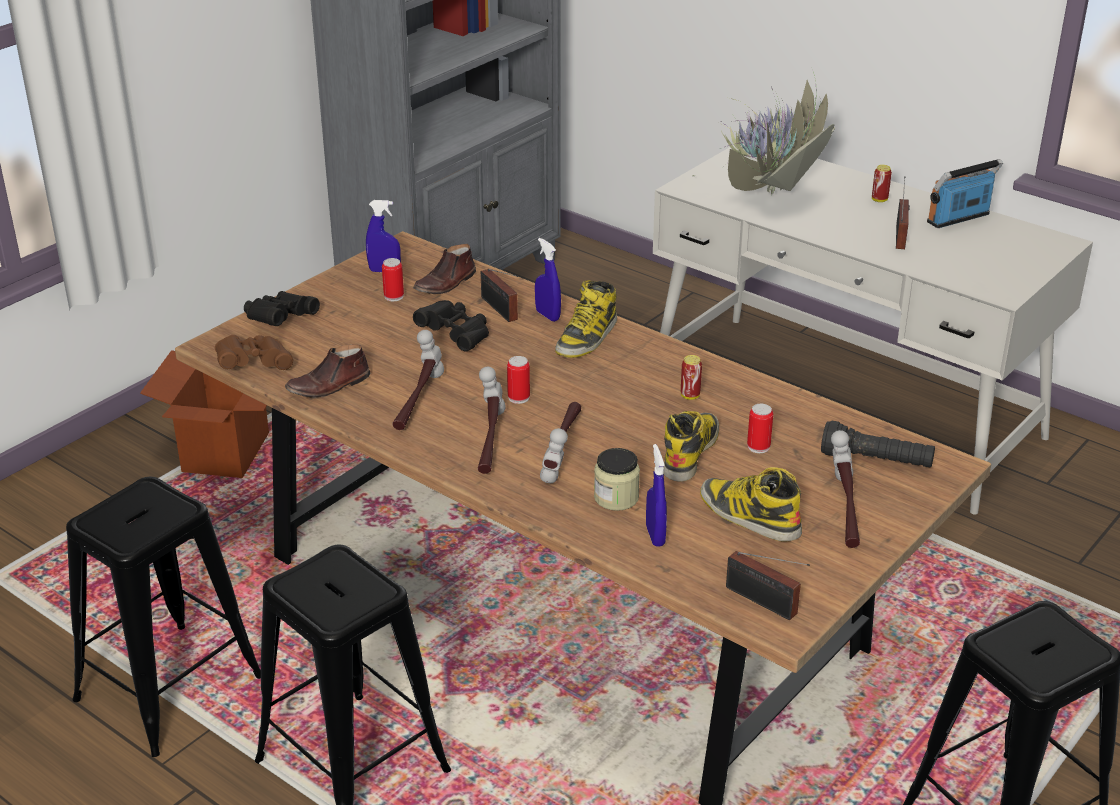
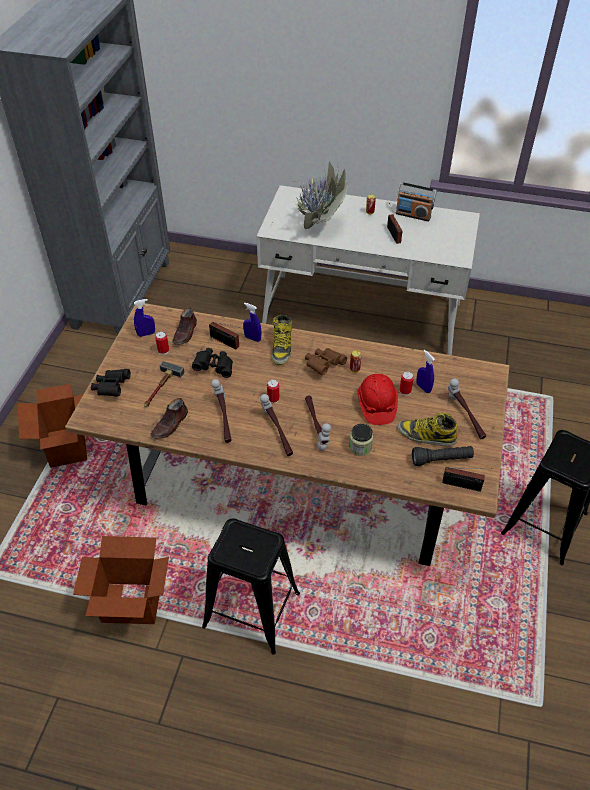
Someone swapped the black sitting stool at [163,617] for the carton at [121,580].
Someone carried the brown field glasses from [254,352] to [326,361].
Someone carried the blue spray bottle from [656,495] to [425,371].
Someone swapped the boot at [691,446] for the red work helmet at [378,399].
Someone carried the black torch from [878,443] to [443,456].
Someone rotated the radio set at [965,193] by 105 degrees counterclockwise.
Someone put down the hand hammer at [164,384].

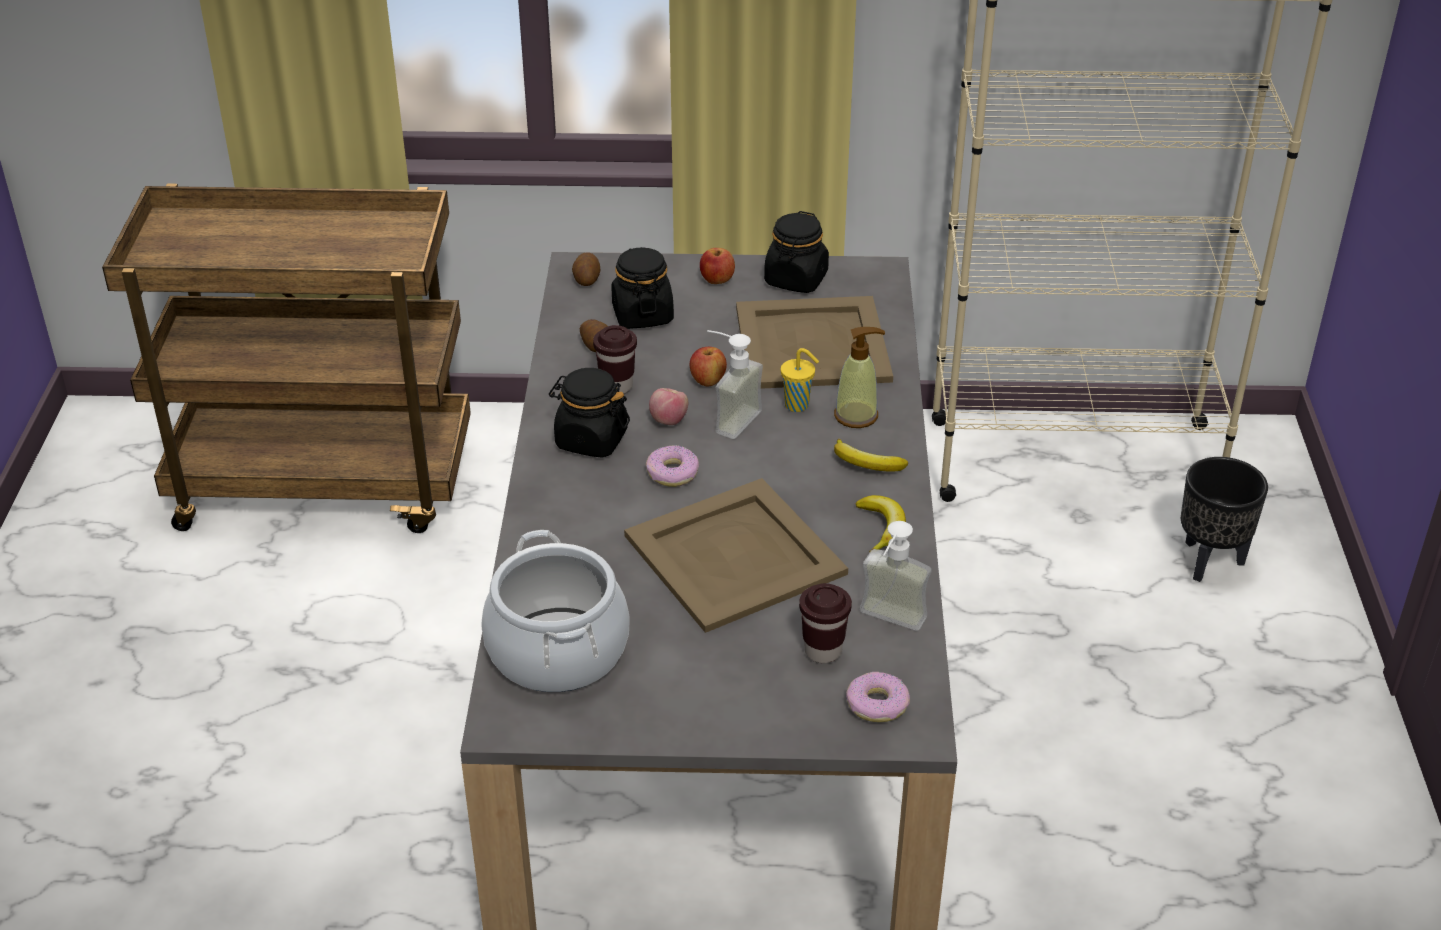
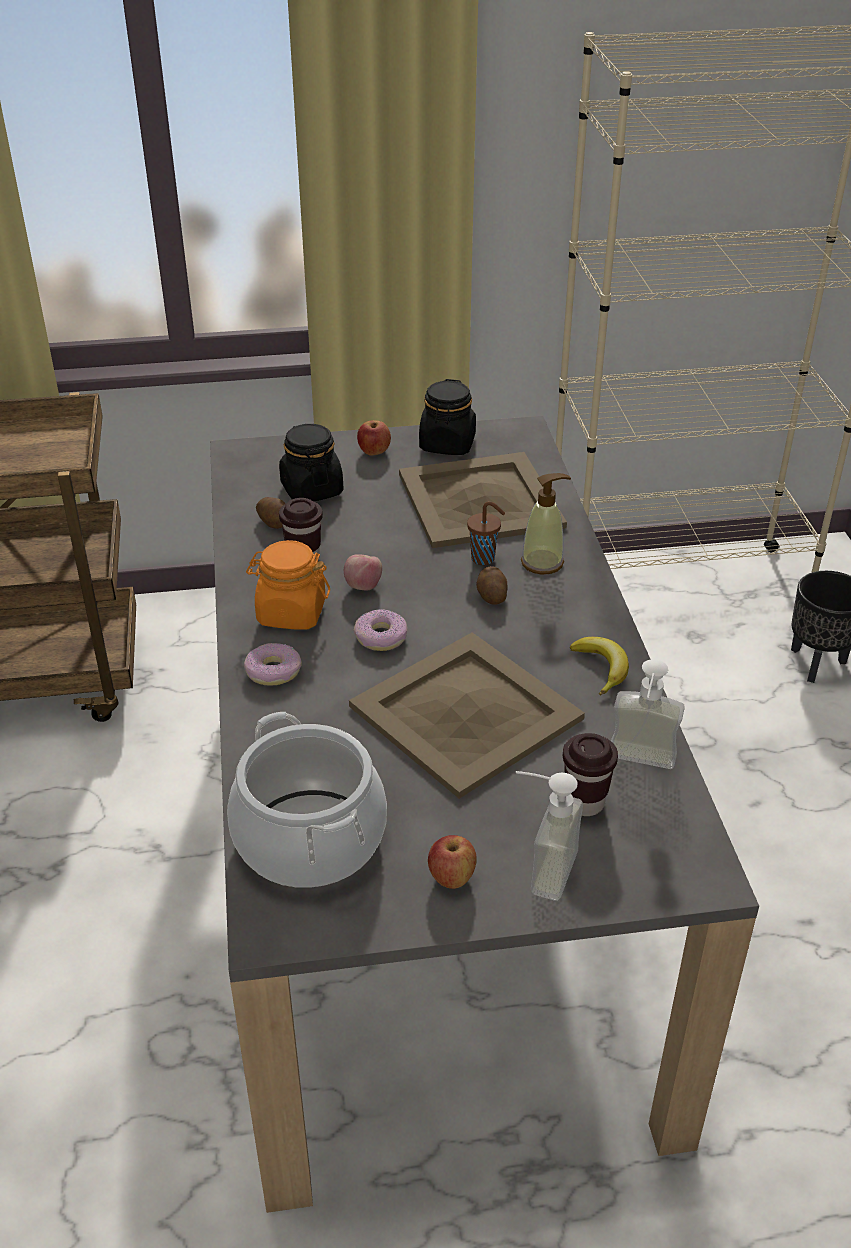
Someone repainted the black jar at [589,413], which became the orange jar at [288,585].
Someone carried the whole potato from [586,269] to [491,585].
Someone carried the whole apple from [708,366] to [452,862].
Someone carried the soap bottle from [735,384] to [549,836].
Someone repainted the yellow cup at [800,380], which became the brown cup at [486,533].
Someone took away the banana at [871,455].
Someone carried the ring doughnut from [878,697] to [273,664].

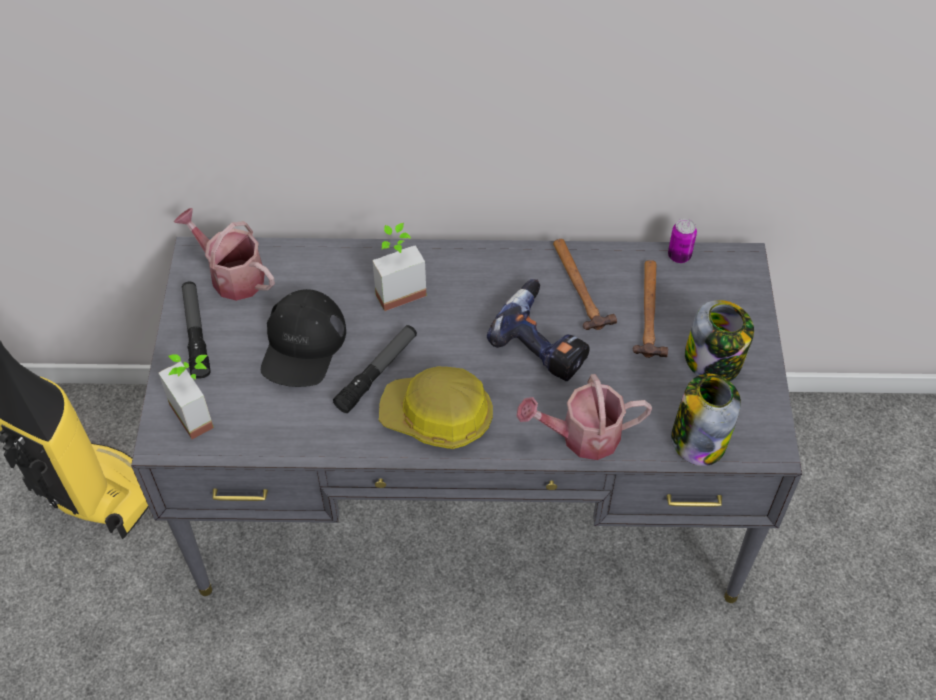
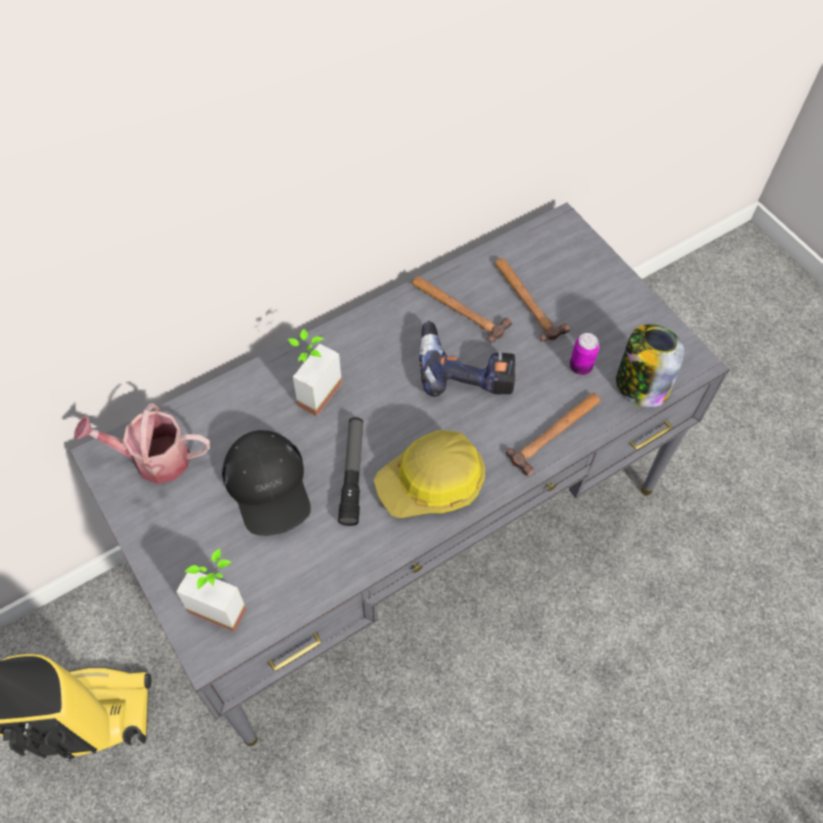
Someone took away the torch at [196,330].
Someone swapped the watering can at [584,417] for the hand hammer at [553,434].
Someone carried the sealed can from [682,241] to [585,354].
Someone took away the jar at [719,340].

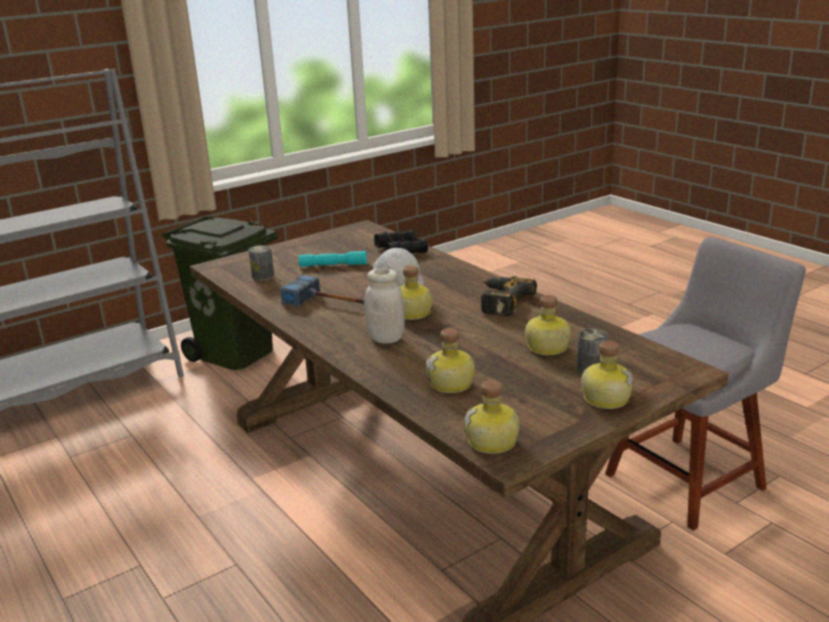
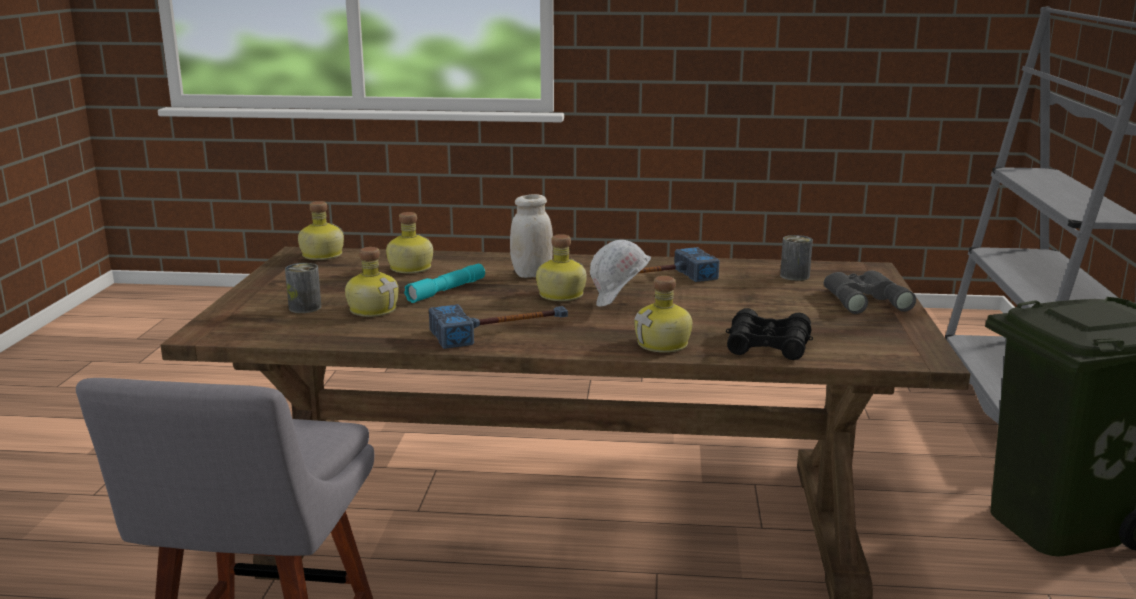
Someone carried the turquoise torch from [333,258] to [444,283].
Someone swapped the drill at [509,296] for the hand hammer at [498,326].
Someone carried the drink bottle from [607,375] to [663,314].
Someone put down the greyish field glasses at [870,292].

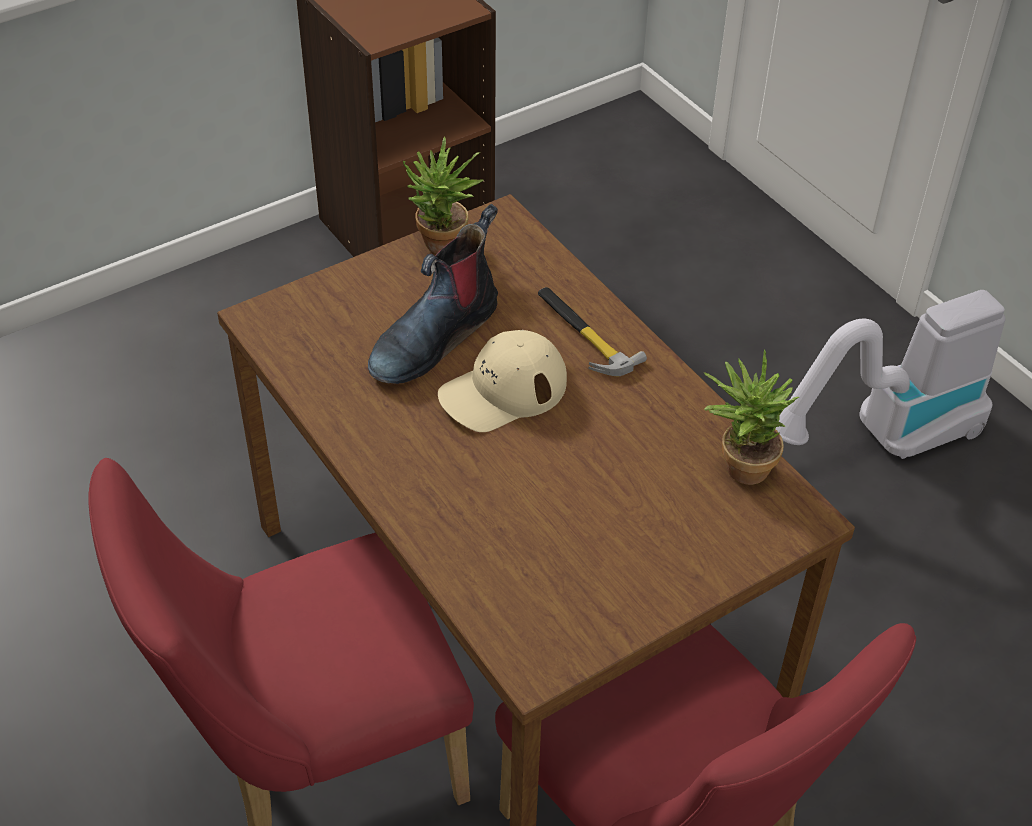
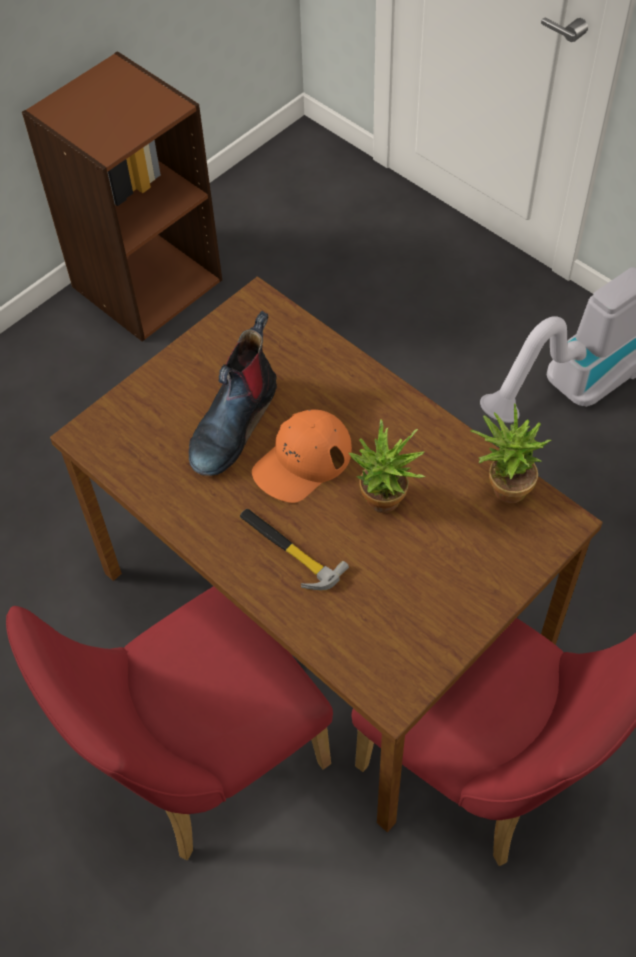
Someone carried the plant in a pot from [443,195] to [387,466].
Someone repainted the beige-coloured cap at [502,381], which became the orange cap at [302,456].
Someone carried the hand hammer from [592,331] to [294,550].

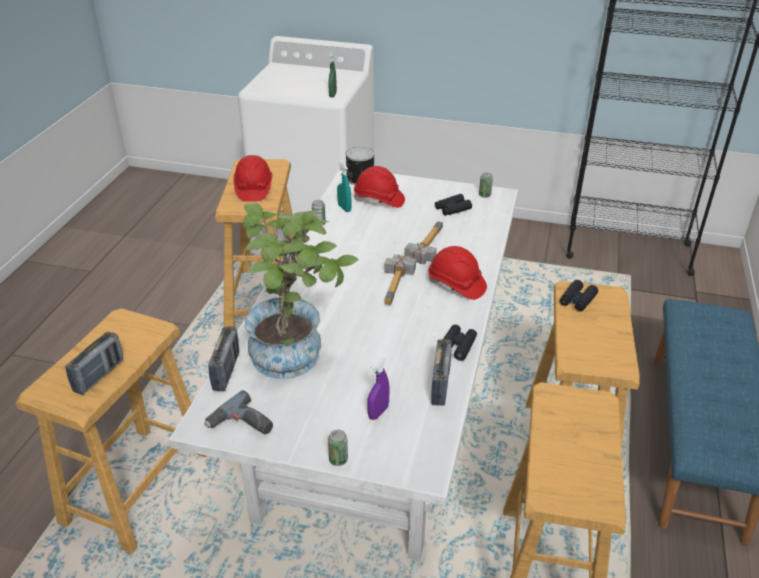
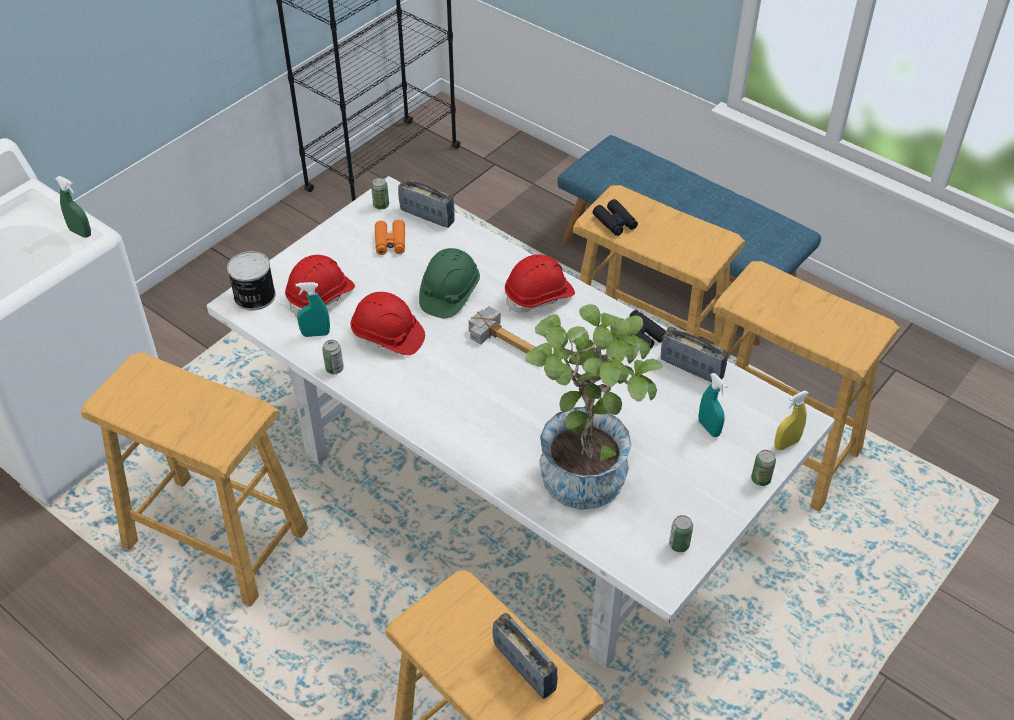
Someone swapped the drill at [239,412] for the sealed can at [681,533].
Someone carried the radio set from [223,358] to [426,203].
Someone carried the red work helmet from [252,178] to [388,323].
Someone repainted the purple spray bottle at [378,388], which became the turquoise spray bottle at [712,405].
Someone swapped the hand hammer at [423,243] for the green-coloured work helmet at [449,283].
Someone repainted the black field glasses at [453,205], which became the orange field glasses at [390,237].
Someone put down the yellow spray bottle at [791,420].

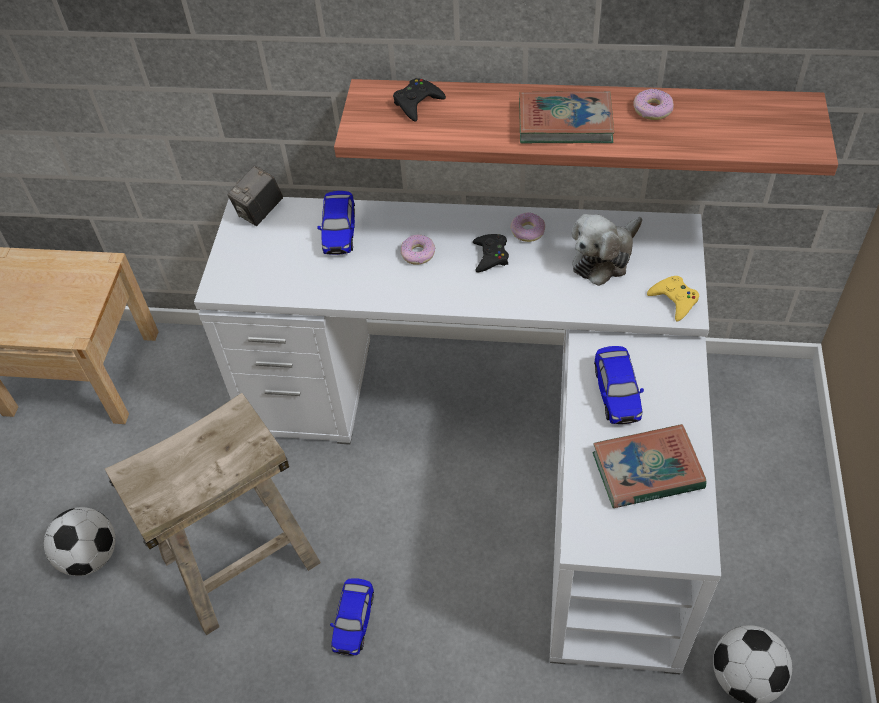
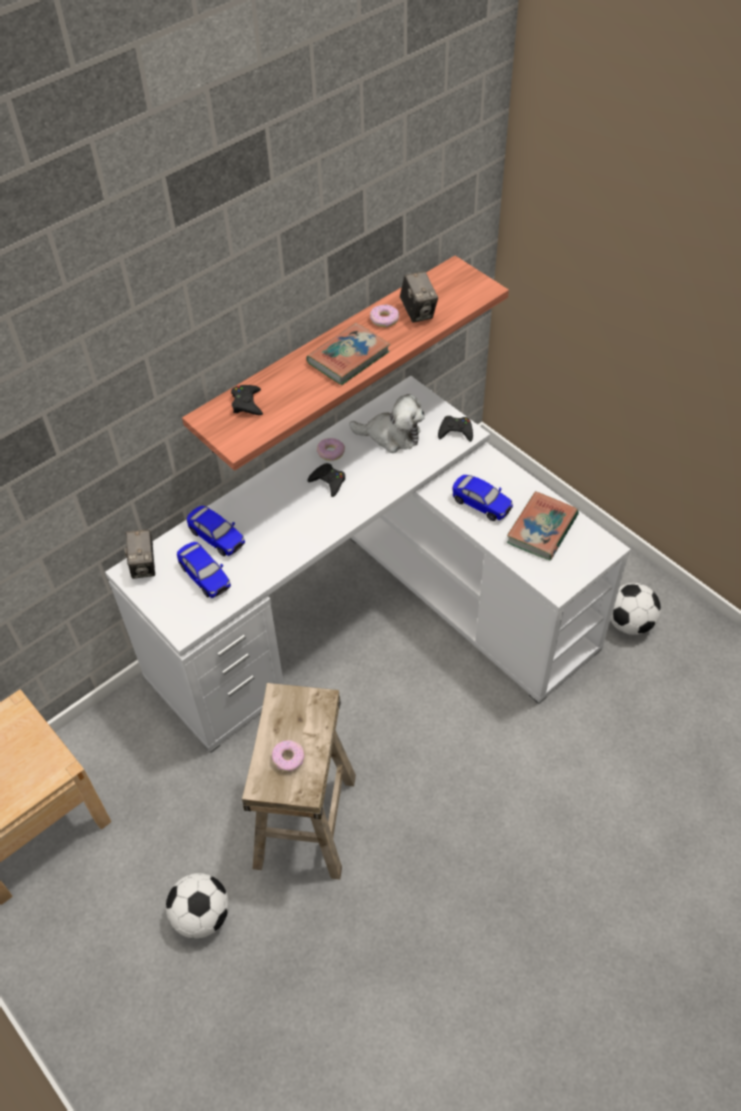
Someone carried the model car from [352,617] to [204,570].
Someone carried the ring doughnut from [417,250] to [288,756].
Someone rotated the cuddly toy at [607,250] by 75 degrees counterclockwise.
Someone repainted the yellow game controller at [673,298], which became the black game controller at [455,429].
Someone put down the still camera at [419,297].

